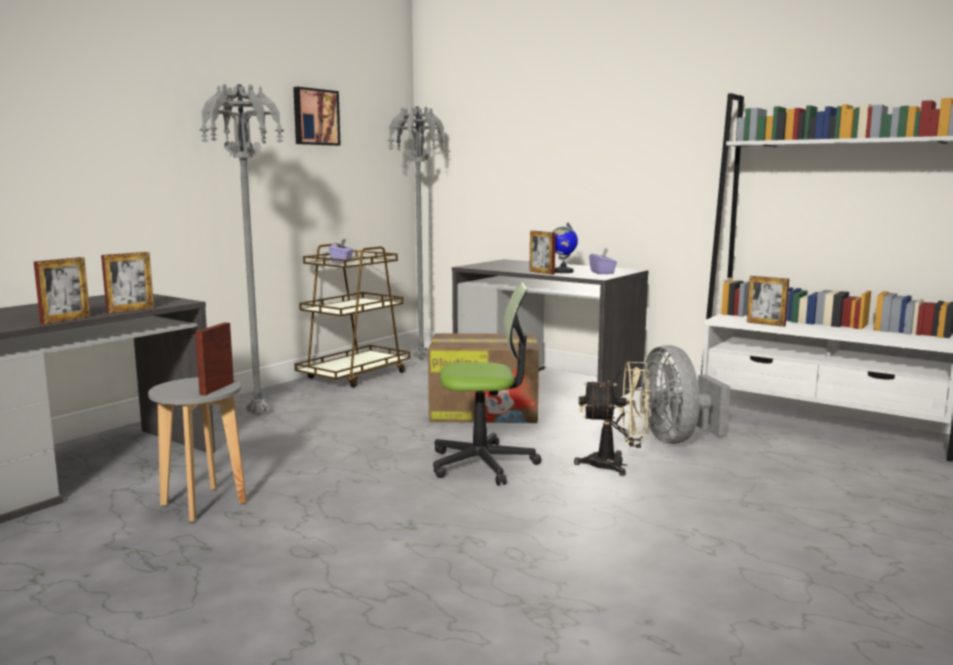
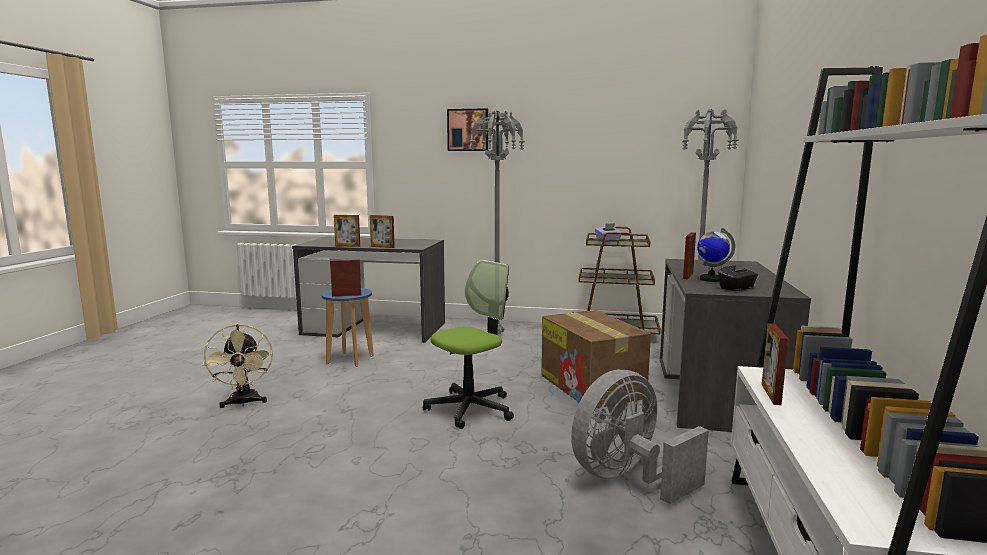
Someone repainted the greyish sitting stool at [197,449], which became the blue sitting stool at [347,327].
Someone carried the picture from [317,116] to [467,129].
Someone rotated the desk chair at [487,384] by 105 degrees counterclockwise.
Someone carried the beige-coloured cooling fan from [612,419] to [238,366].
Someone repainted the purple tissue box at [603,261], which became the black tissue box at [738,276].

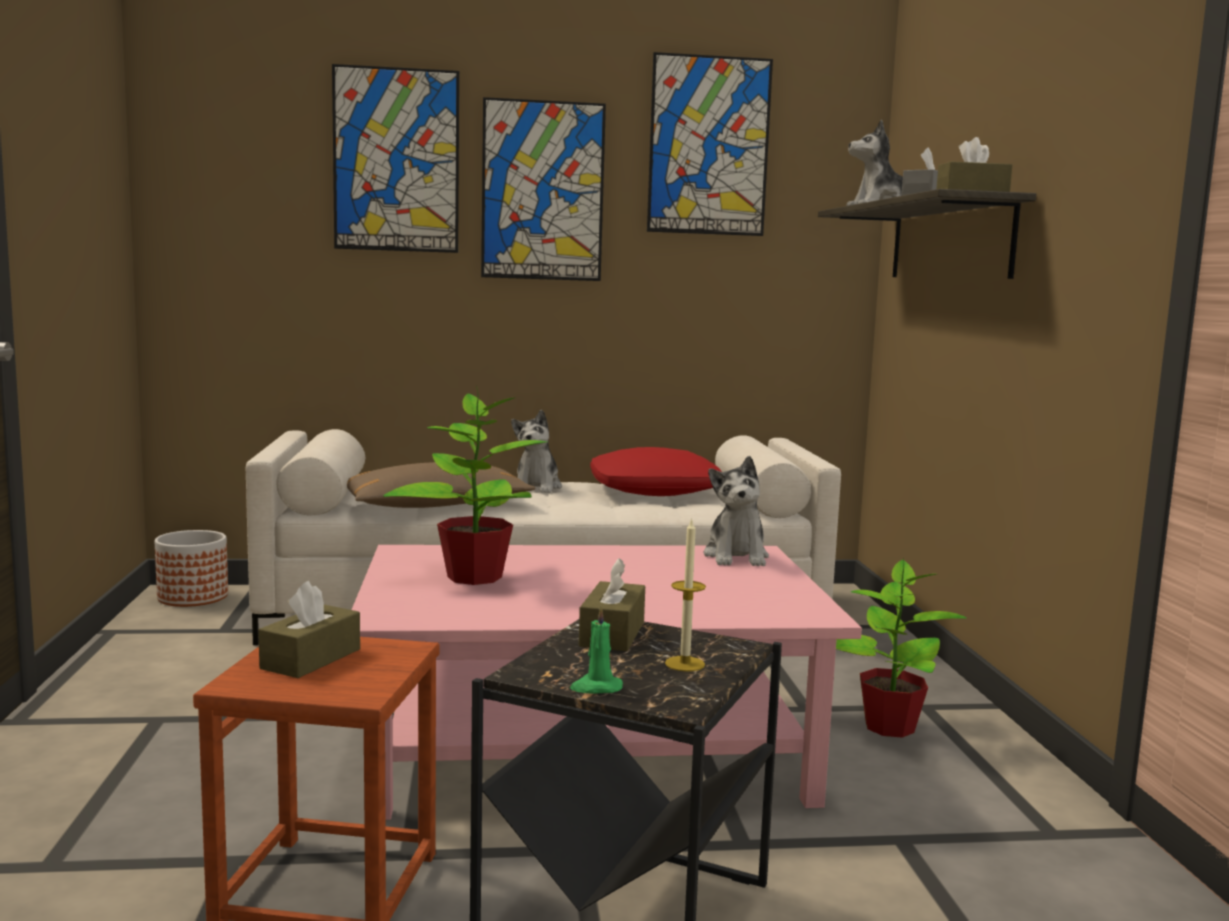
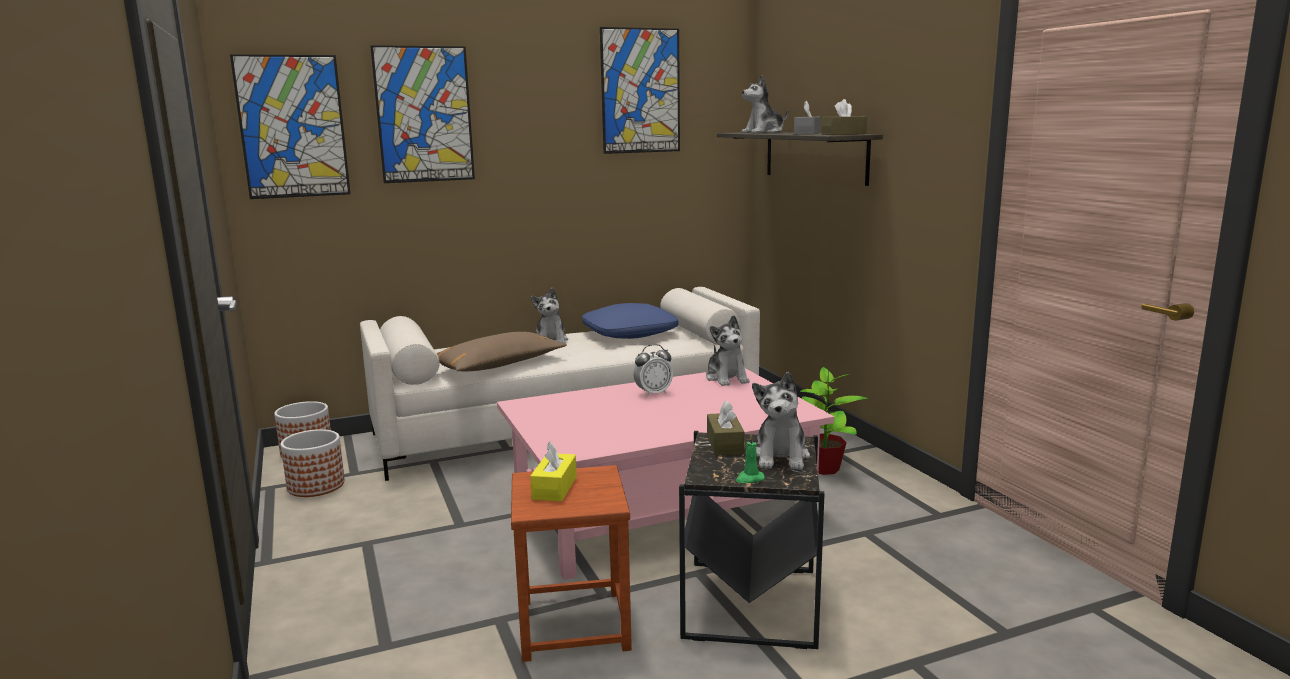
Someone repainted the brown tissue box at [309,629], which became the yellow tissue box at [553,471].
Someone took away the plant in a pot at [465,485].
Someone carried the picture from [543,189] to [290,126].
Someone repainted the red throw pillow at [656,471], which became the blue throw pillow at [630,321].
Someone swapped the candle at [685,595] for the cuddly toy at [781,421].
Someone put down the flower pot at [313,463].
Someone put down the table clock at [653,370].

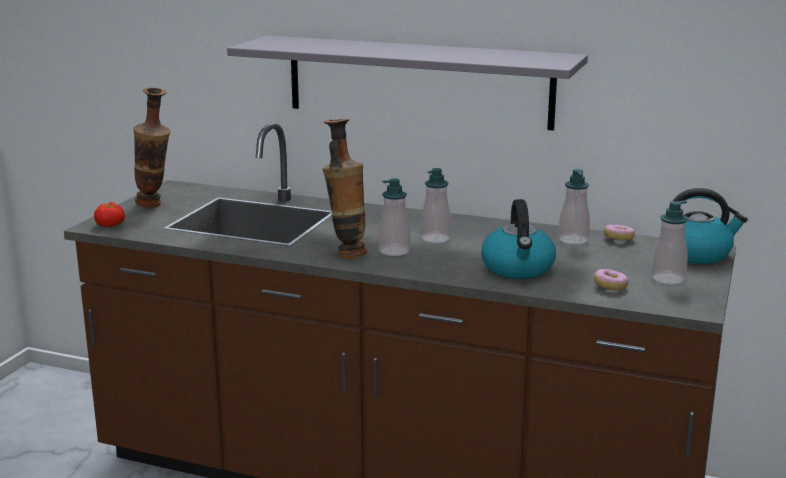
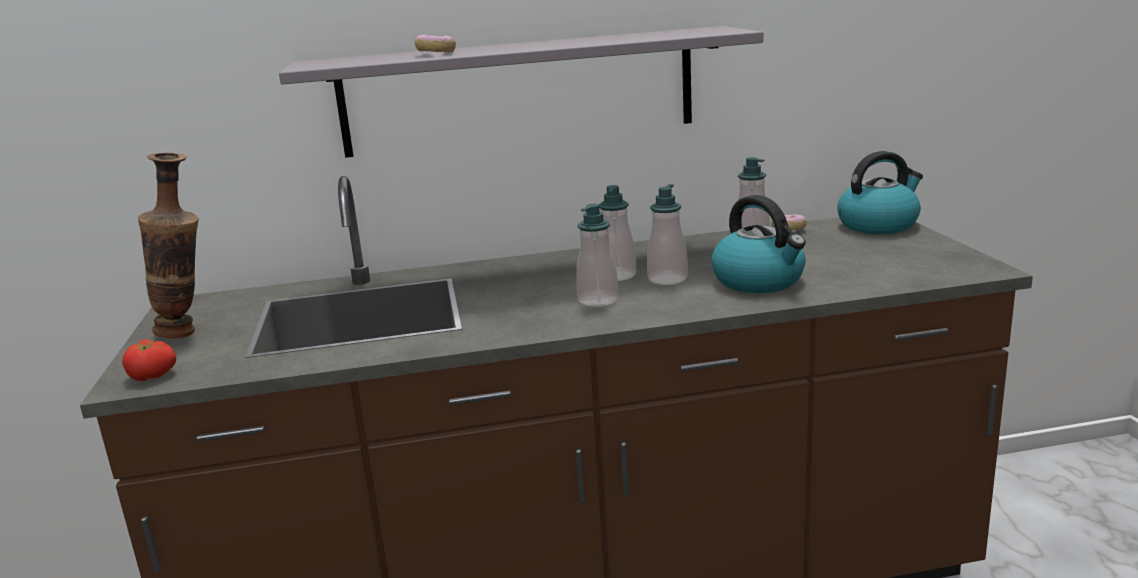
Someone took away the decorative vase at [344,189].
Someone carried the ring doughnut from [611,280] to [435,43].
Someone carried the soap bottle from [669,242] to [667,234].

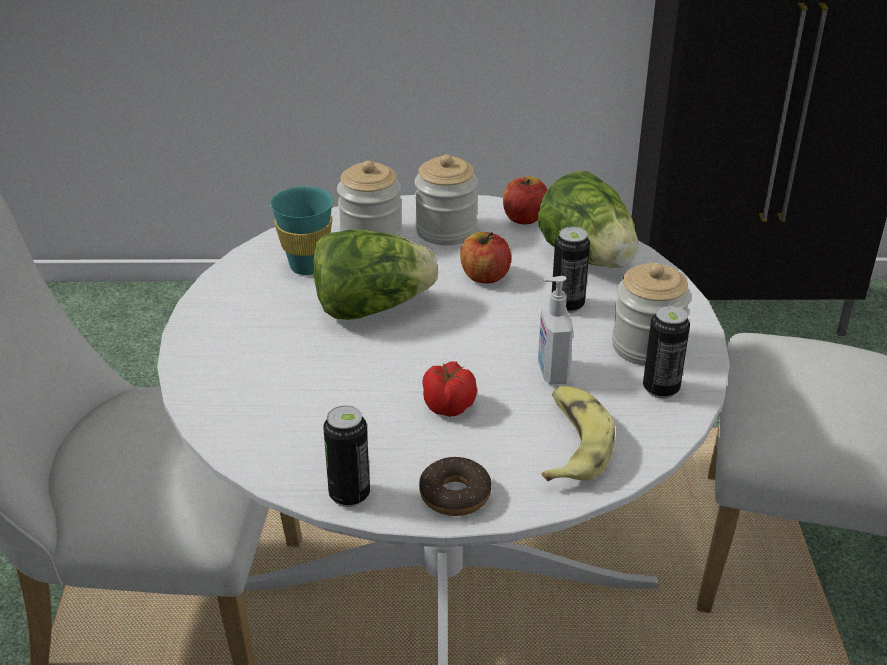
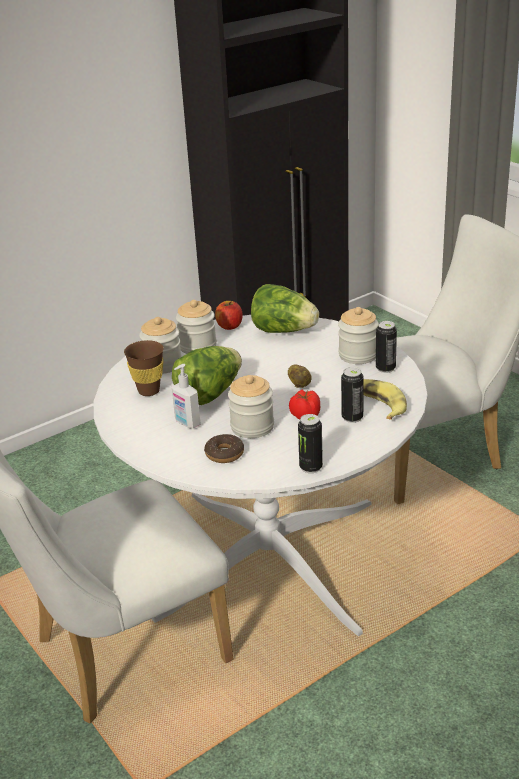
Someone repainted the turquoise cup at [301,230], which became the brown cup at [144,368].
Someone carried the ring doughnut from [455,486] to [224,448].
Someone took away the whole apple at [485,257].
Someone carried the soap bottle from [555,330] to [186,396].
Someone carried the sealed can from [571,269] to [352,395].
Someone put down the jar at [251,406].
Someone put down the whole potato at [300,376].

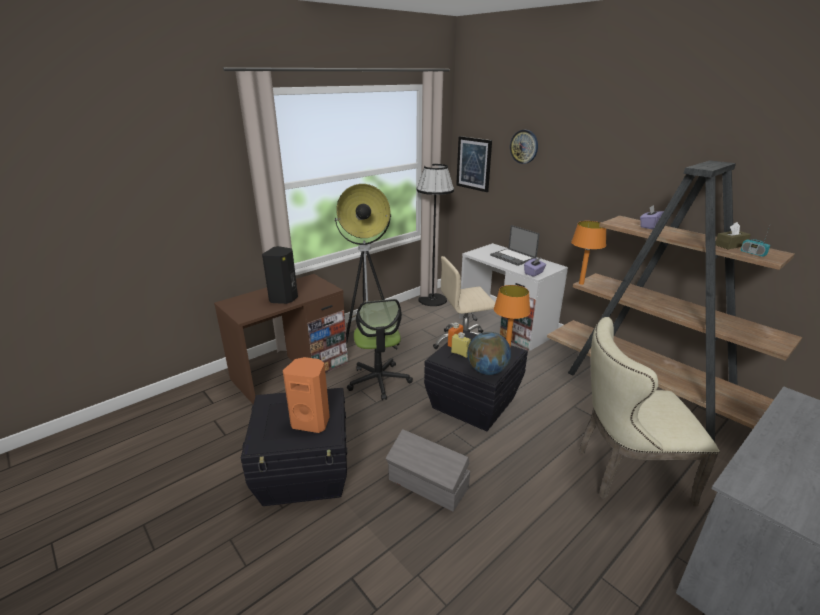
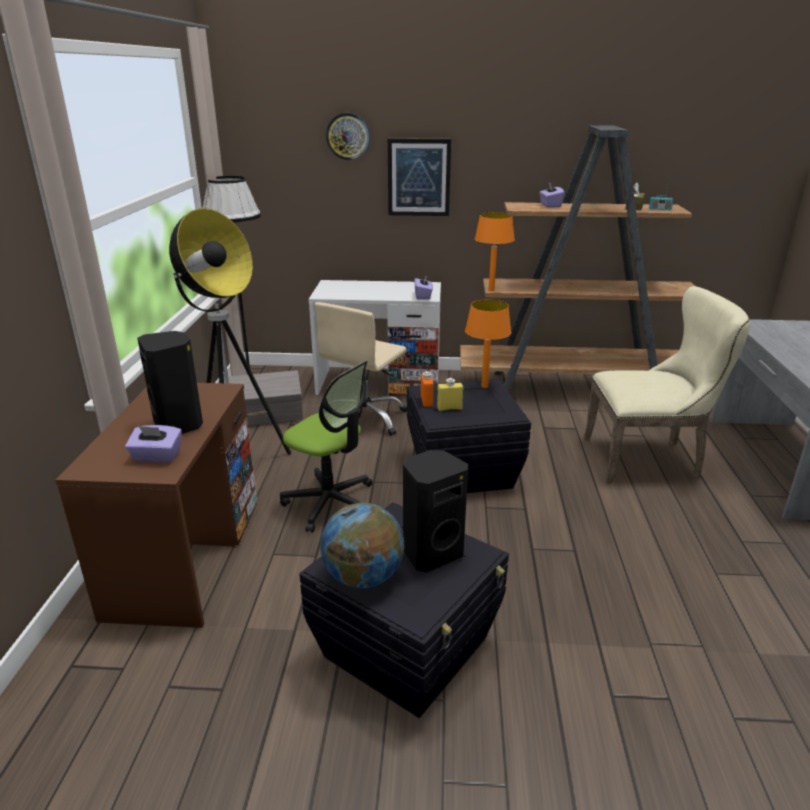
Someone repainted the orange audio speaker at [306,395], which became the black audio speaker at [435,511].
Someone carried the greyish storage container from [428,470] to [265,398].
Someone carried the picture from [474,164] to [419,177].
Someone carried the world globe from [489,353] to [362,545].
Someone took away the laptop at [515,245].
Someone rotated the beige-coloured plain chair at [649,411] by 135 degrees counterclockwise.
Someone put down the purple tissue box at [153,444].

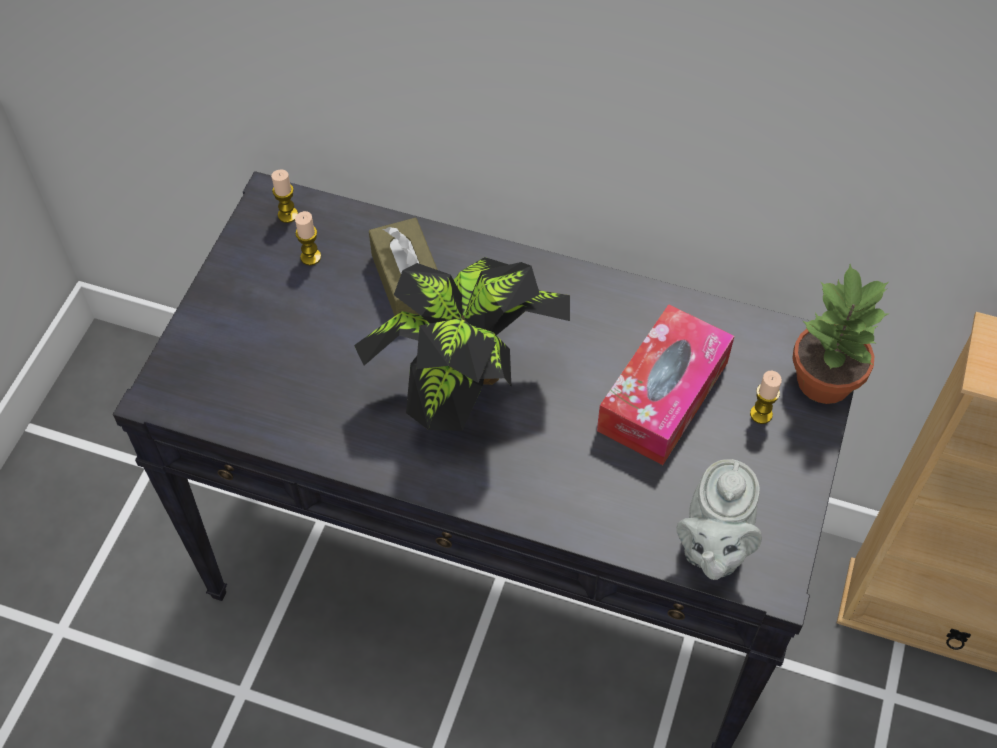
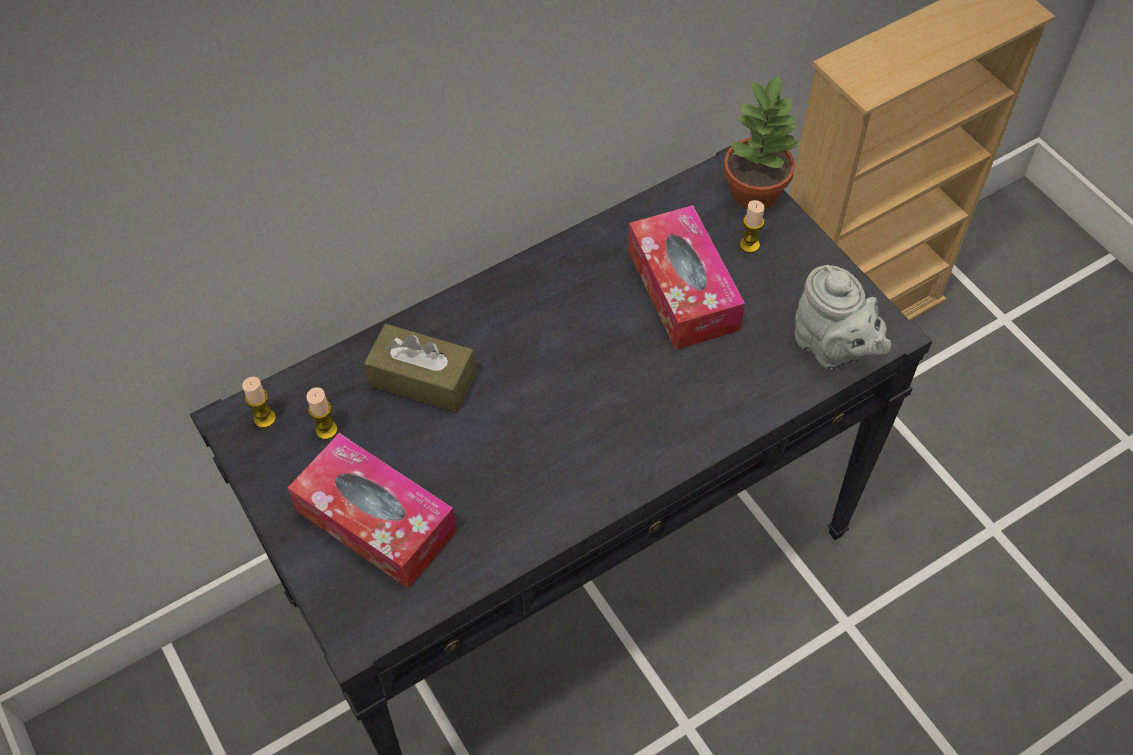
Someone took away the plant in a pot at [462,344].
Someone put down the tissue box at [372,511].

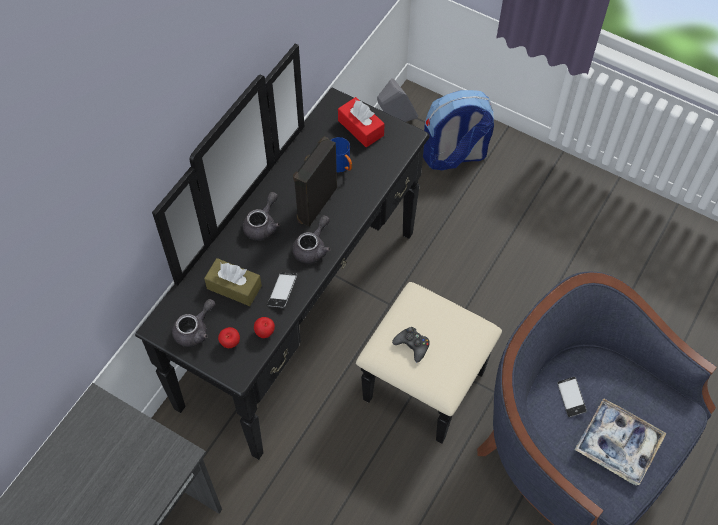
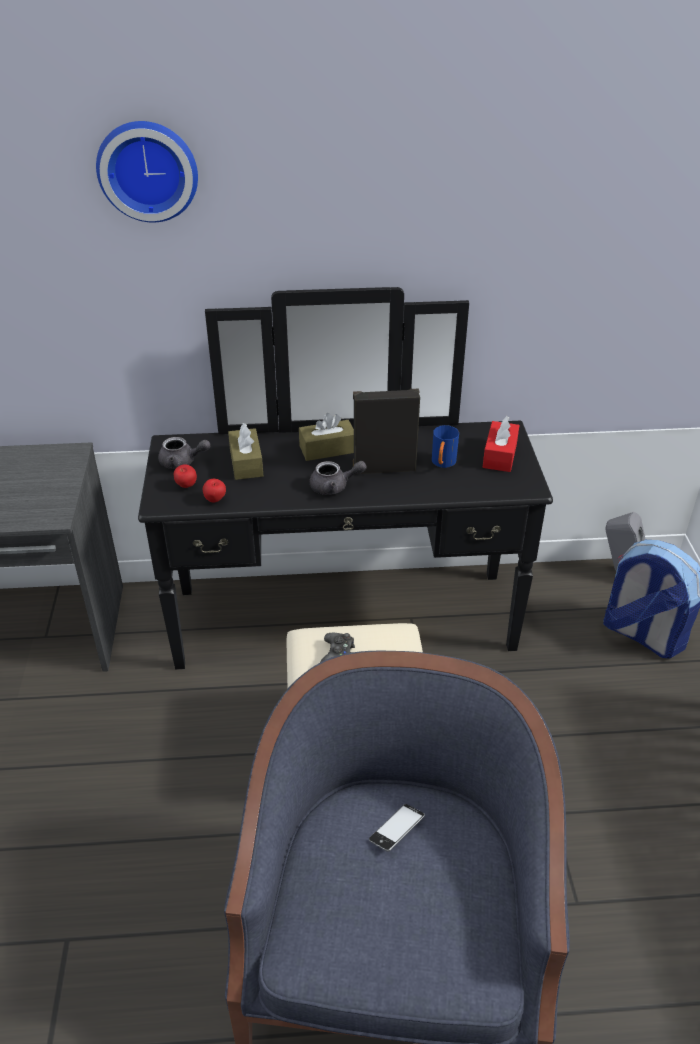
Someone swapped the greyish pot for tea at [261,216] for the brown tissue box at [326,437].
Someone took away the handset at [282,290].
Someone took away the serving tray at [620,441].
Someone put up the wall clock at [147,172].

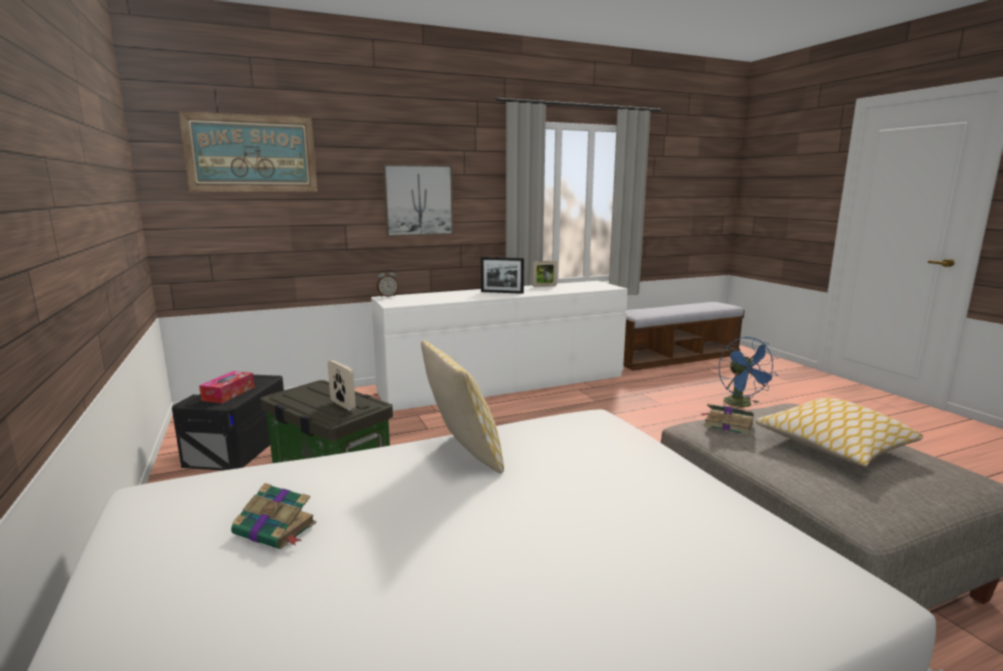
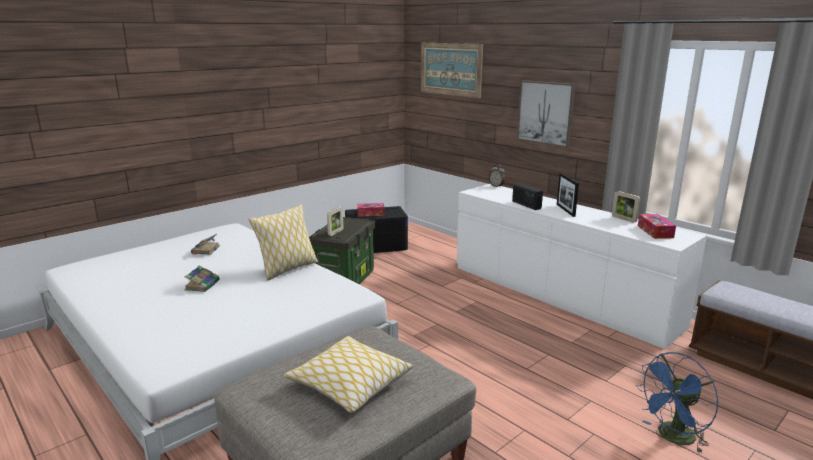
Someone carried the volume from [727,419] to [202,278].
Someone put down the radio set at [527,196].
Someone put down the tissue box at [657,226].

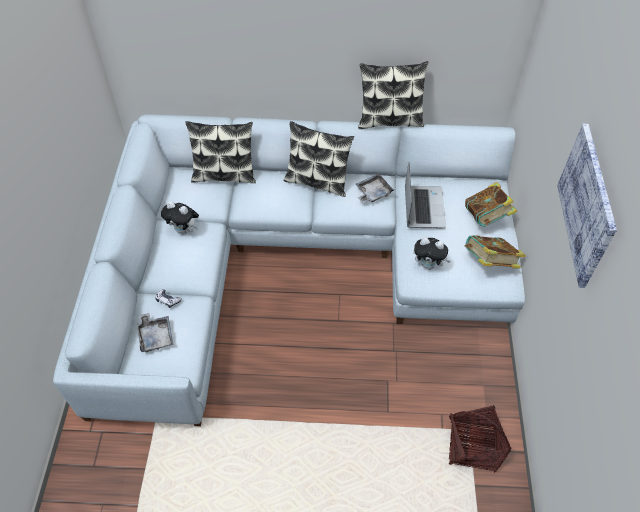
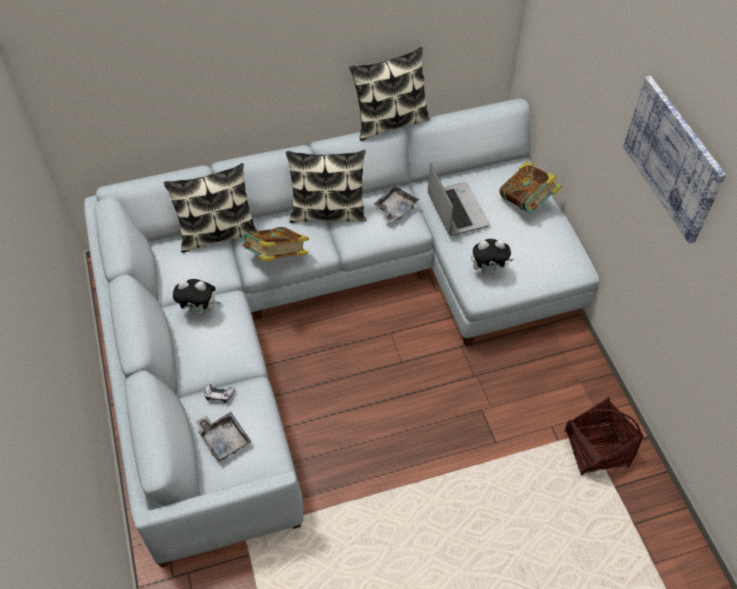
Someone carried the volume from [495,252] to [275,244].

